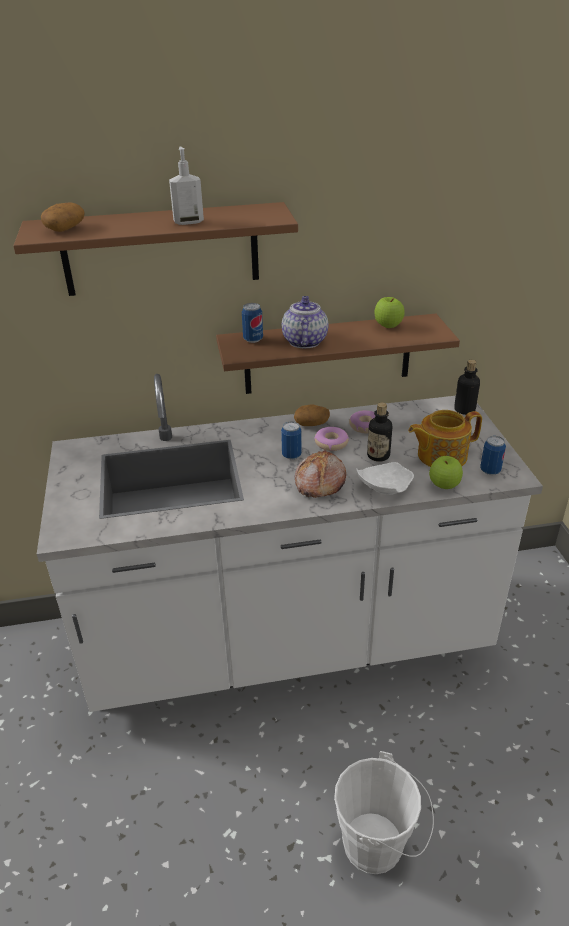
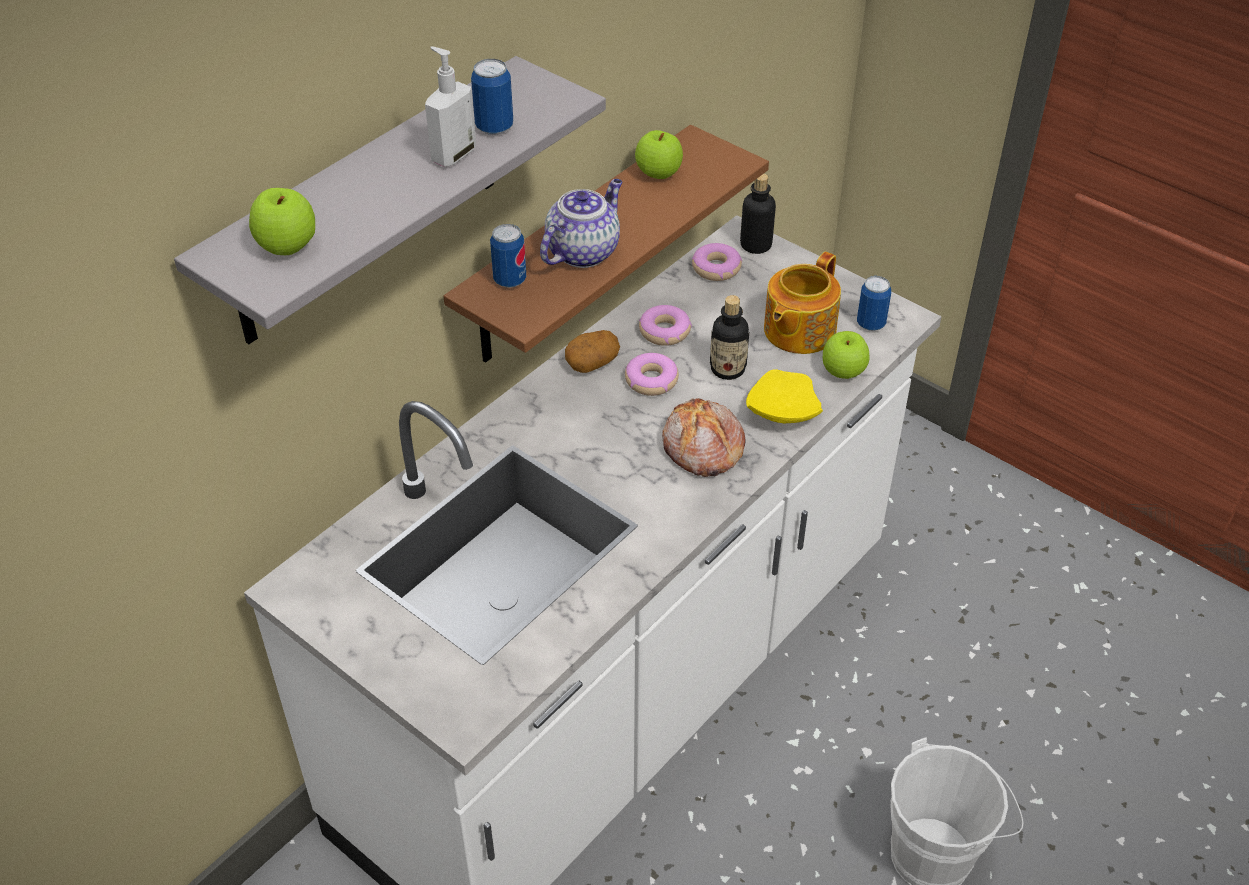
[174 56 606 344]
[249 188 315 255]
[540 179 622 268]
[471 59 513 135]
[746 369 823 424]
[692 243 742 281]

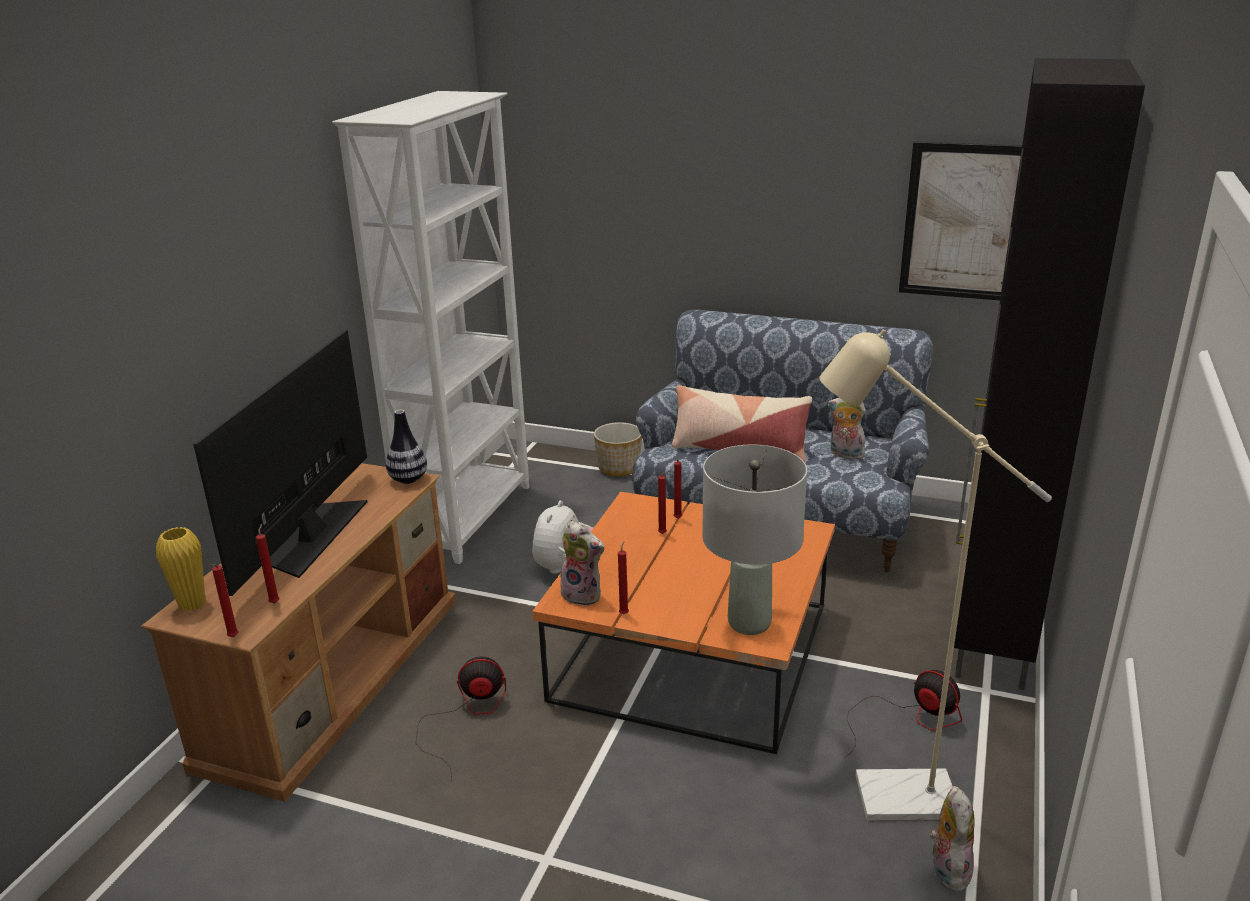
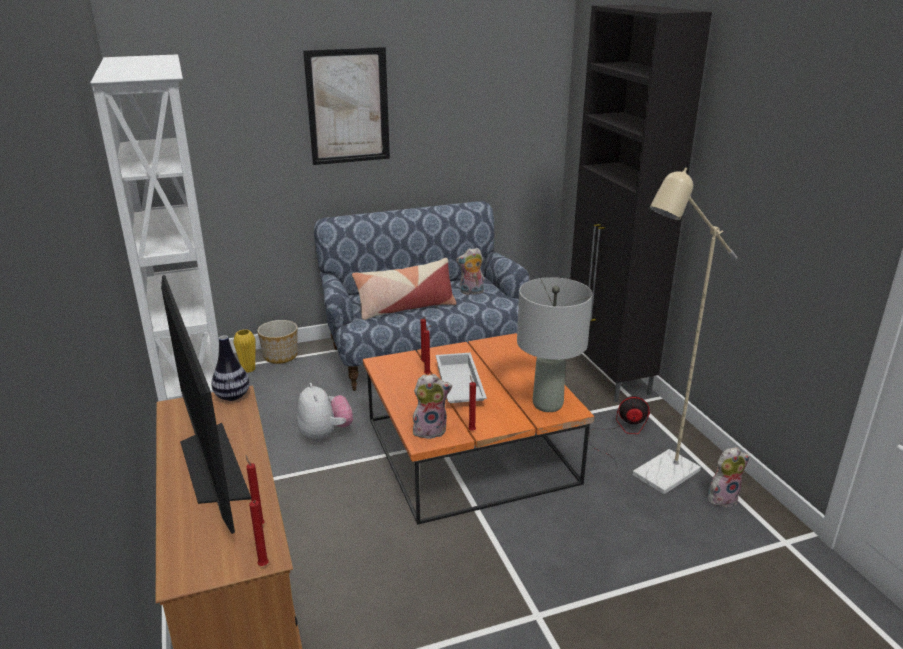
[303 47 390 165]
[233 329 256 373]
[416 657 506 779] (first image)
[708 447 750 507]
[436 352 487 403]

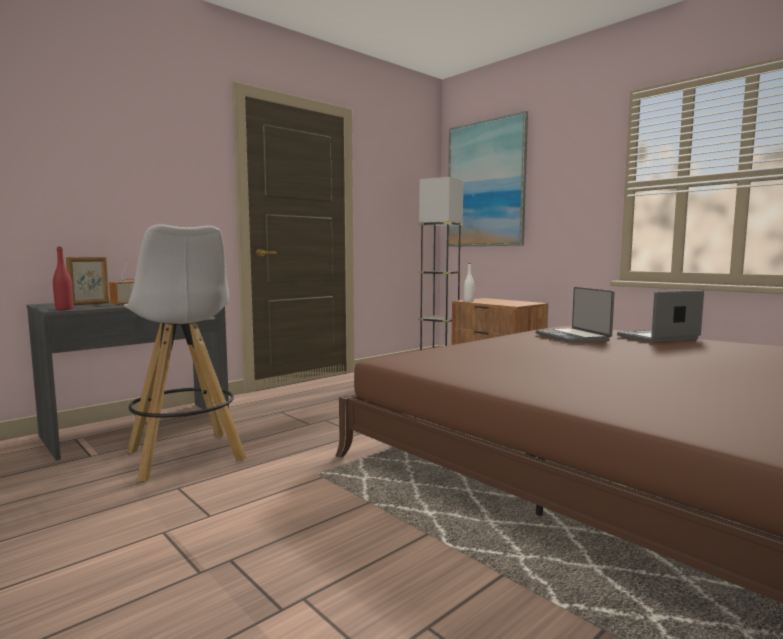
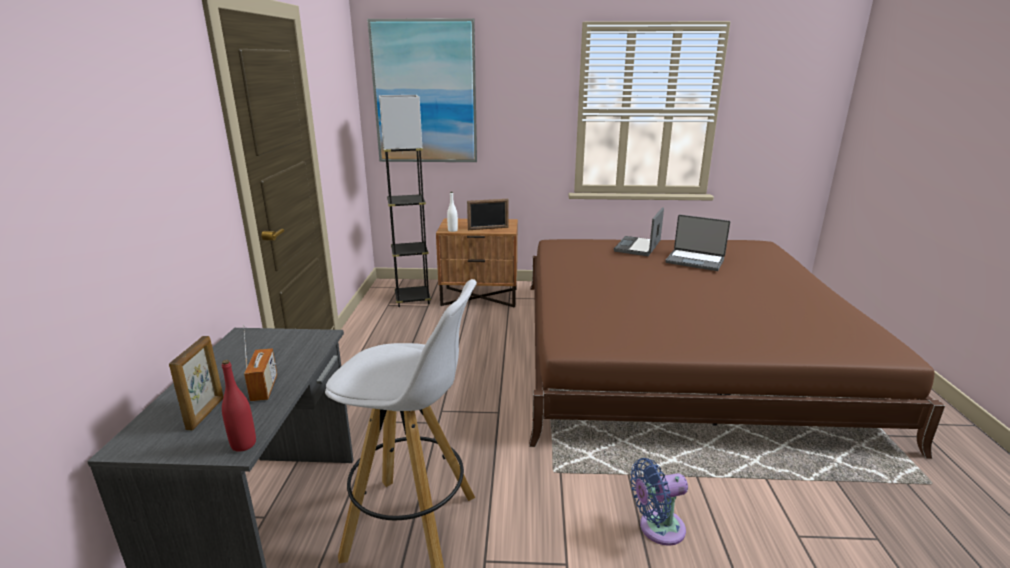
[665 215 730 271]
[467 199 509 230]
[630 458 688 546]

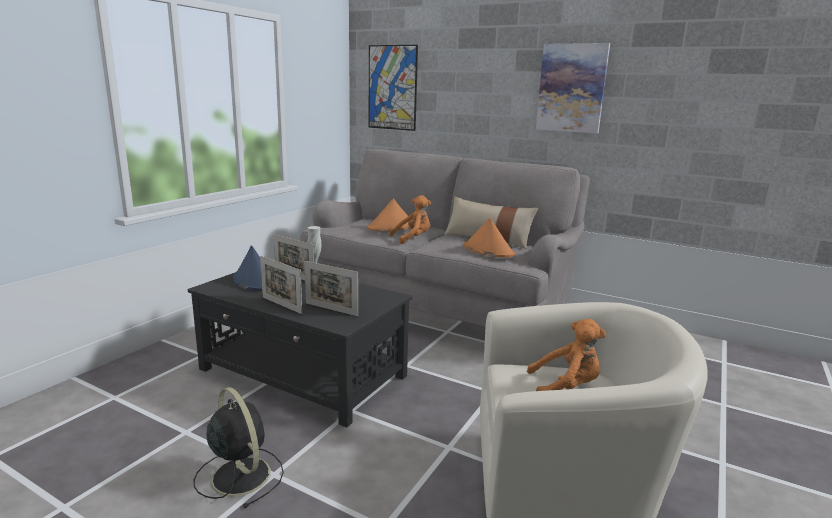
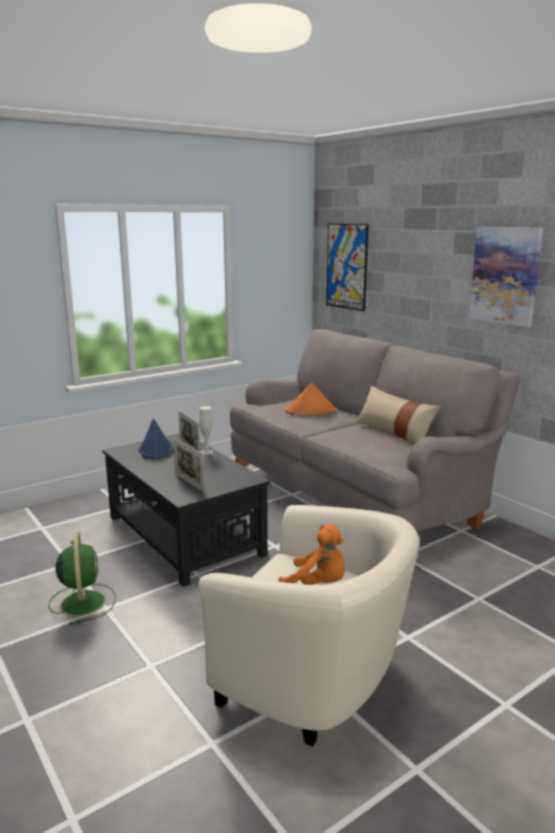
[389 195 431 244] (first image)
[463 218 515 258] (first image)
[260 256 302 314] (first image)
[49 532 116 625]

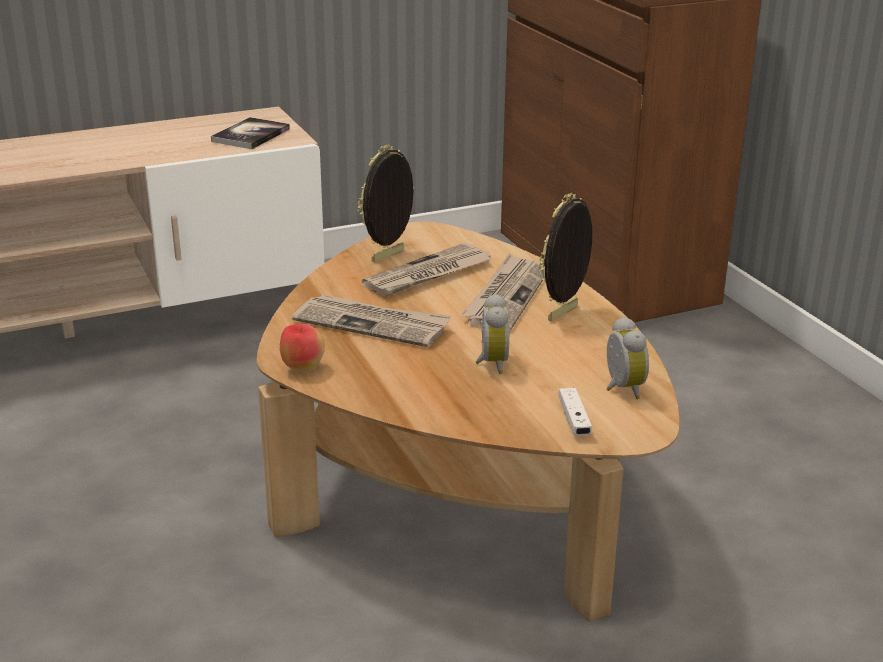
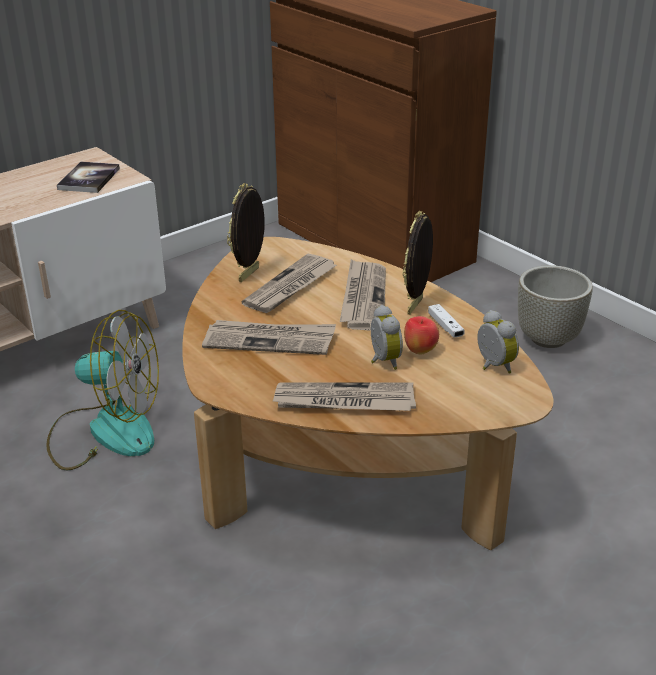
[404 316 439 355]
[428 304 465 338]
[518 265 593 348]
[46 310 159 470]
[273 382 416 411]

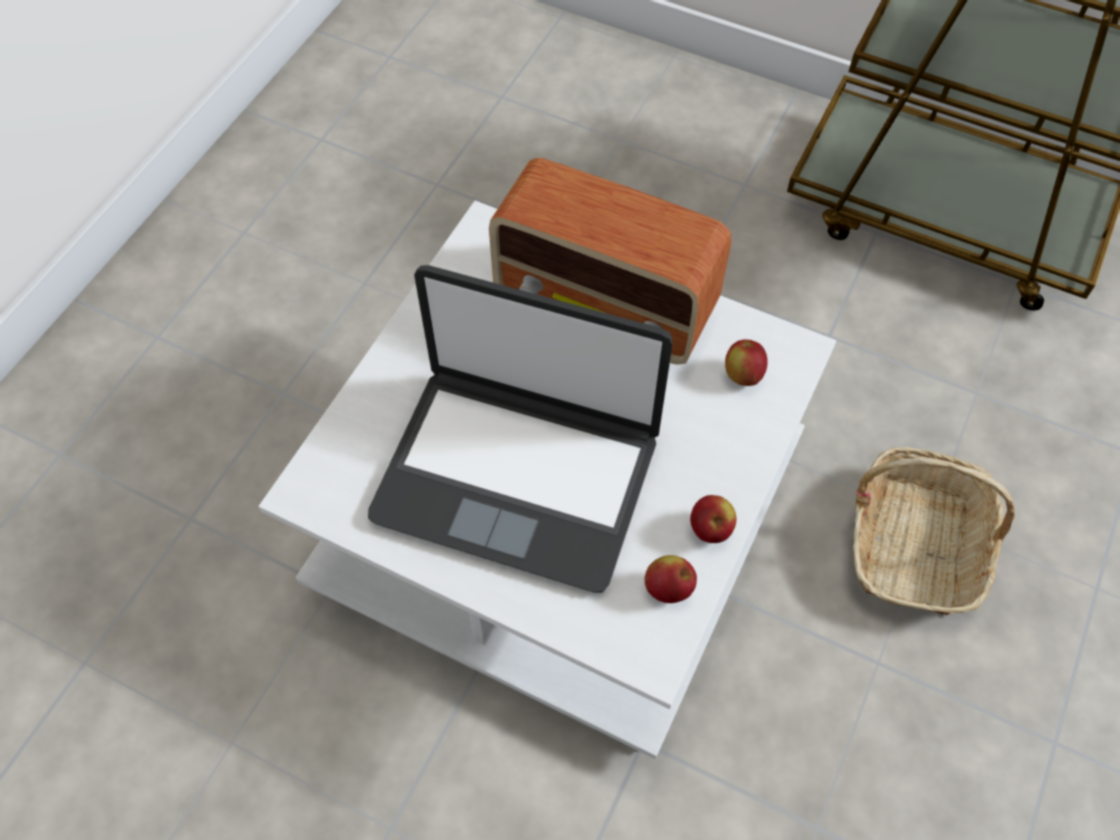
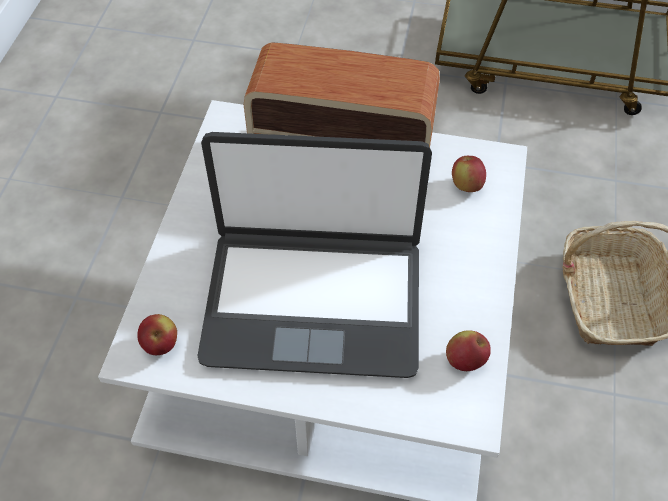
[137 314 177 355]

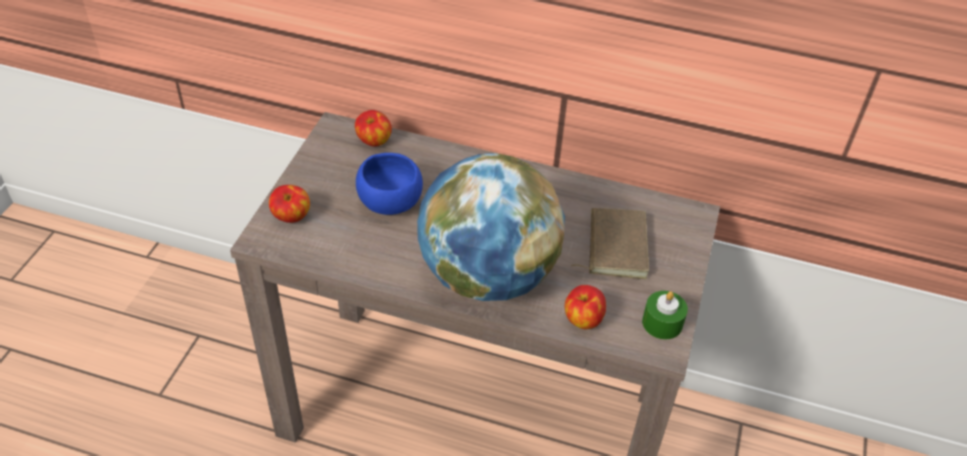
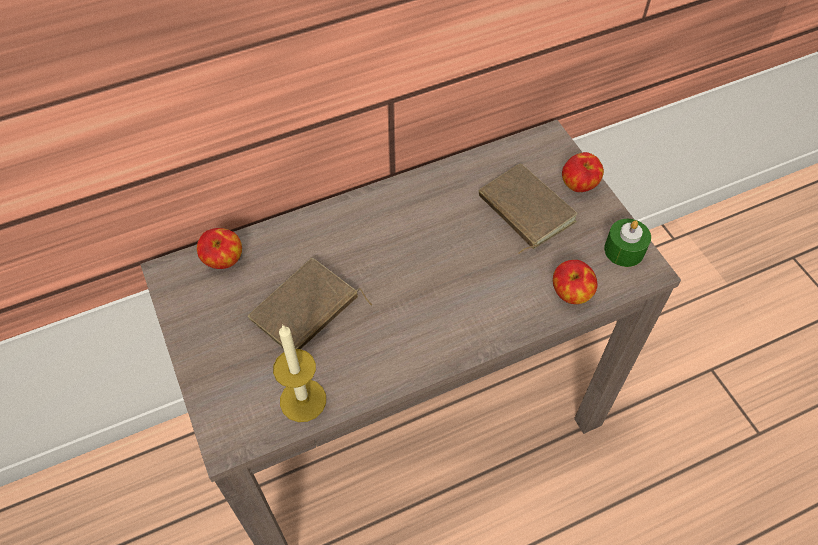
[248 258 372 349]
[417 153 565 301] (first image)
[562 152 604 192]
[273 324 326 422]

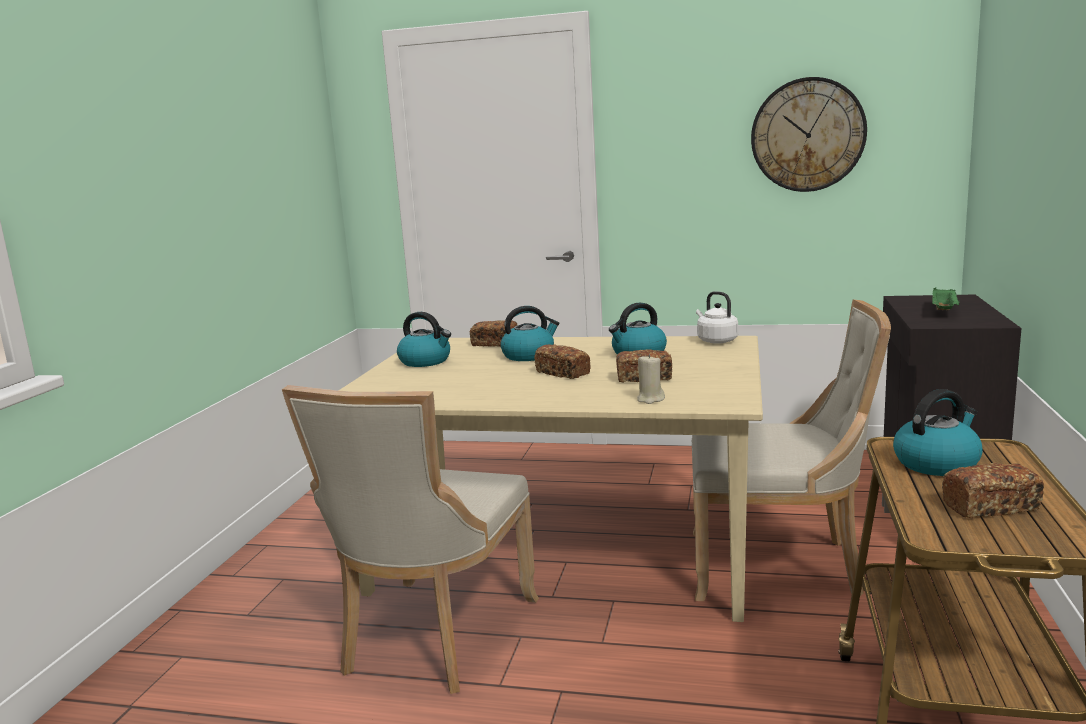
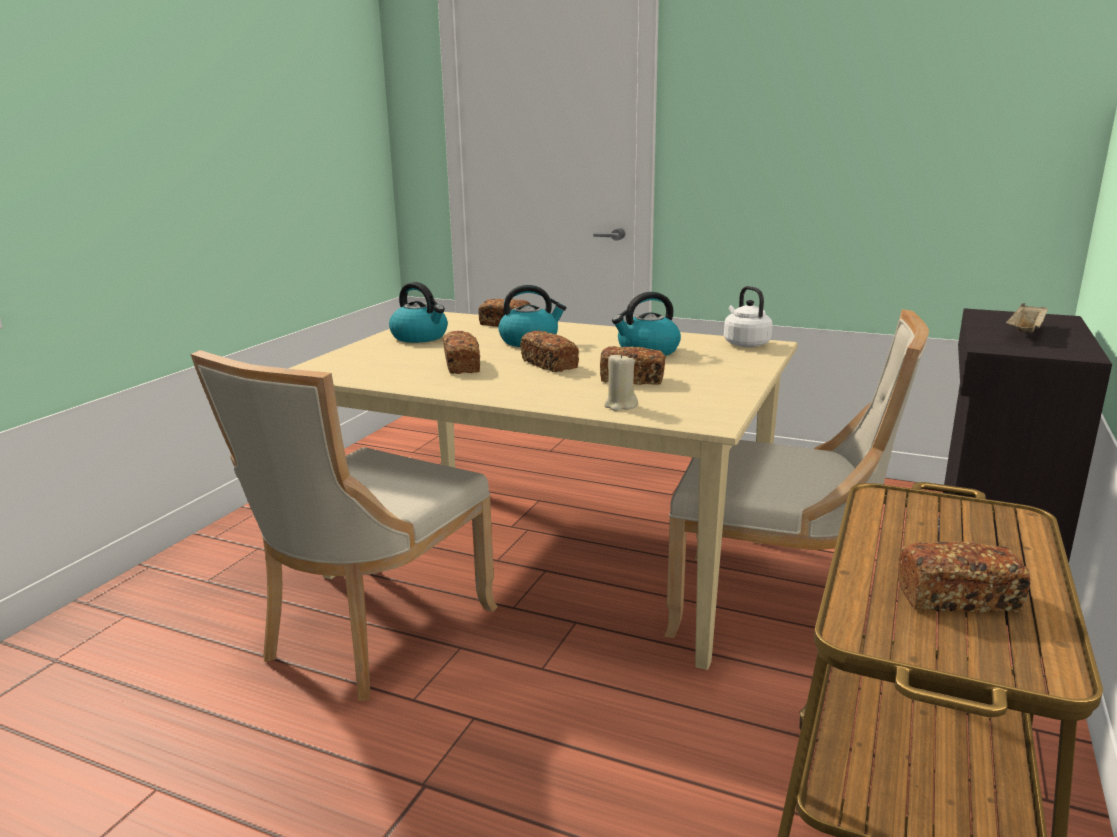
[751 77 867 192] (first image)
[1006 303 1048 333]
[893 389 983 476] (first image)
[443 331 480 374]

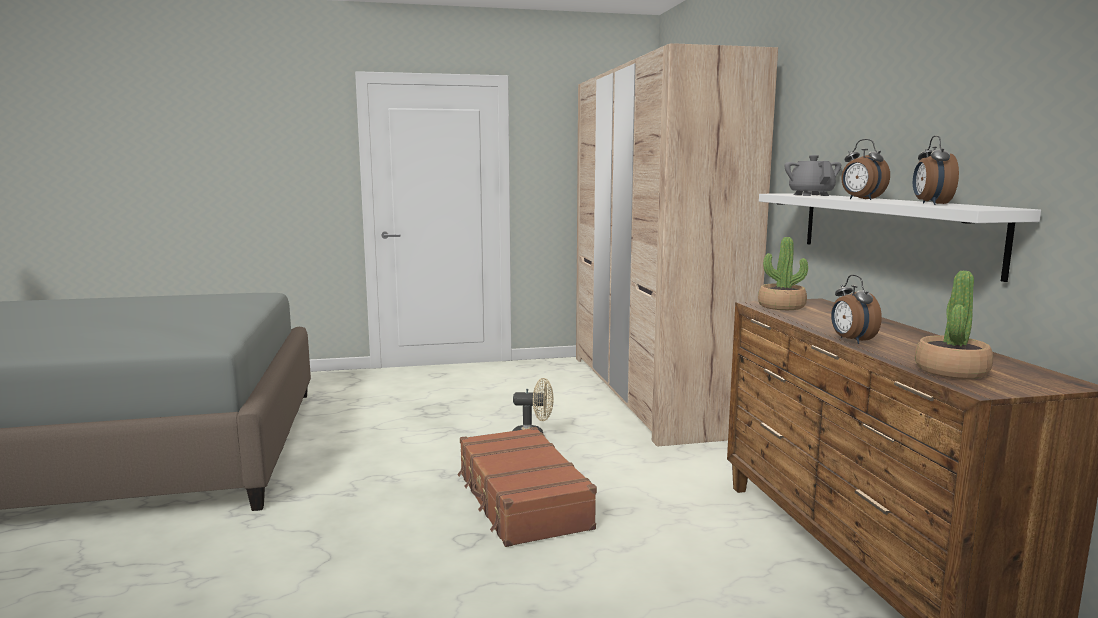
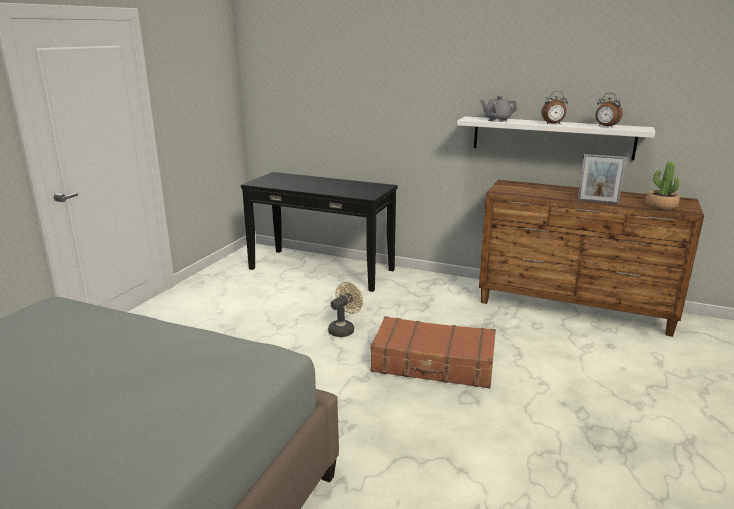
[241 172 397 292]
[758 237 808 310] (first image)
[578 154 626 204]

